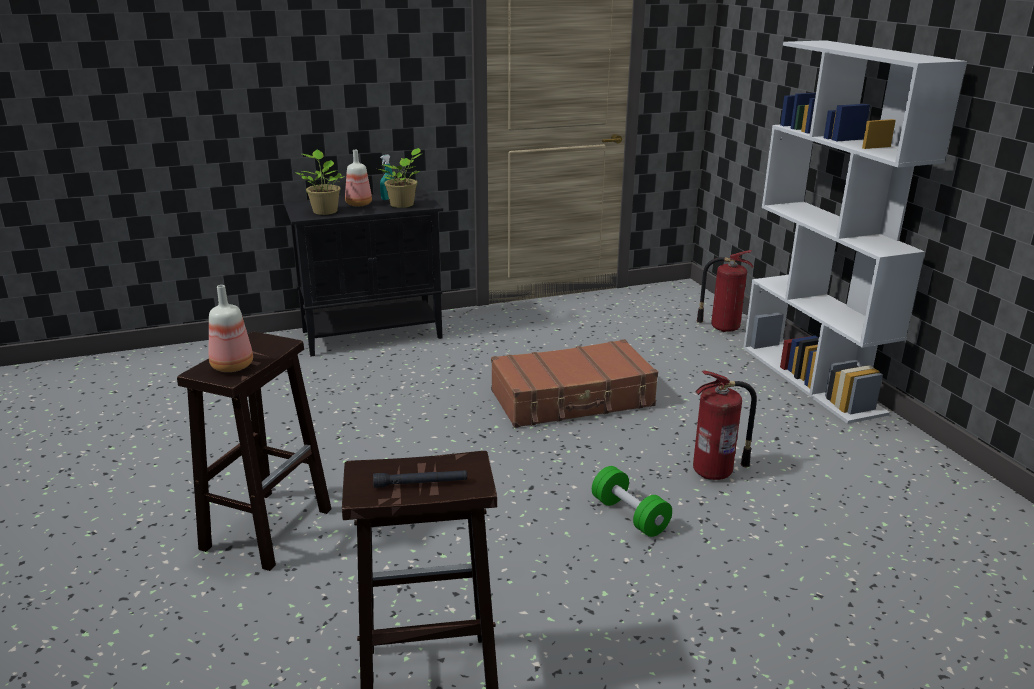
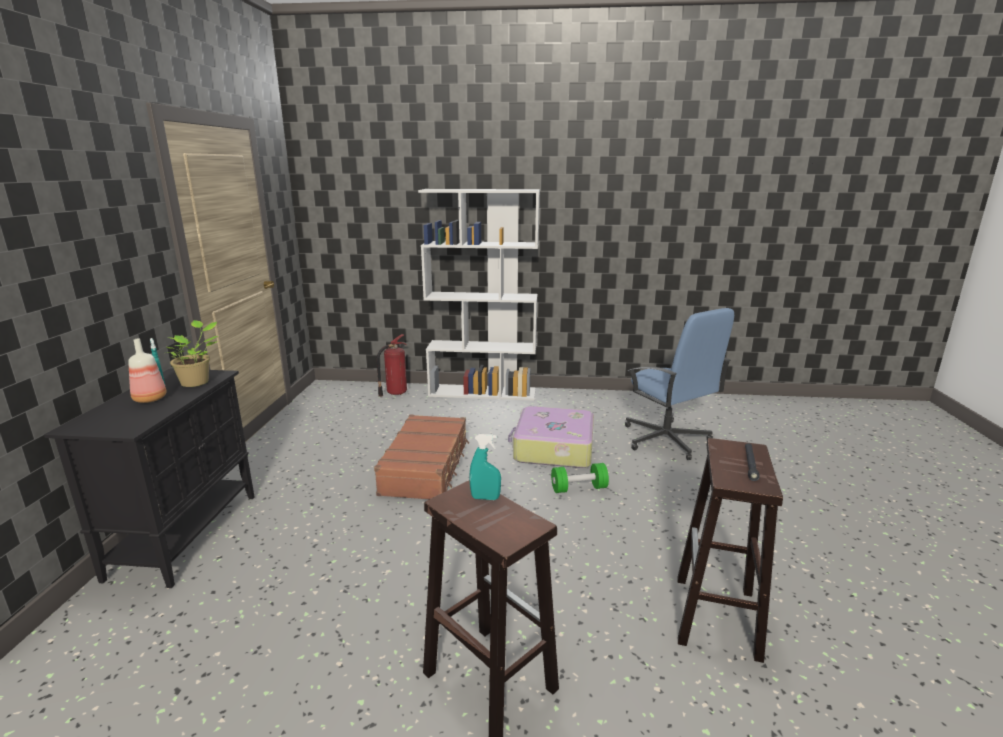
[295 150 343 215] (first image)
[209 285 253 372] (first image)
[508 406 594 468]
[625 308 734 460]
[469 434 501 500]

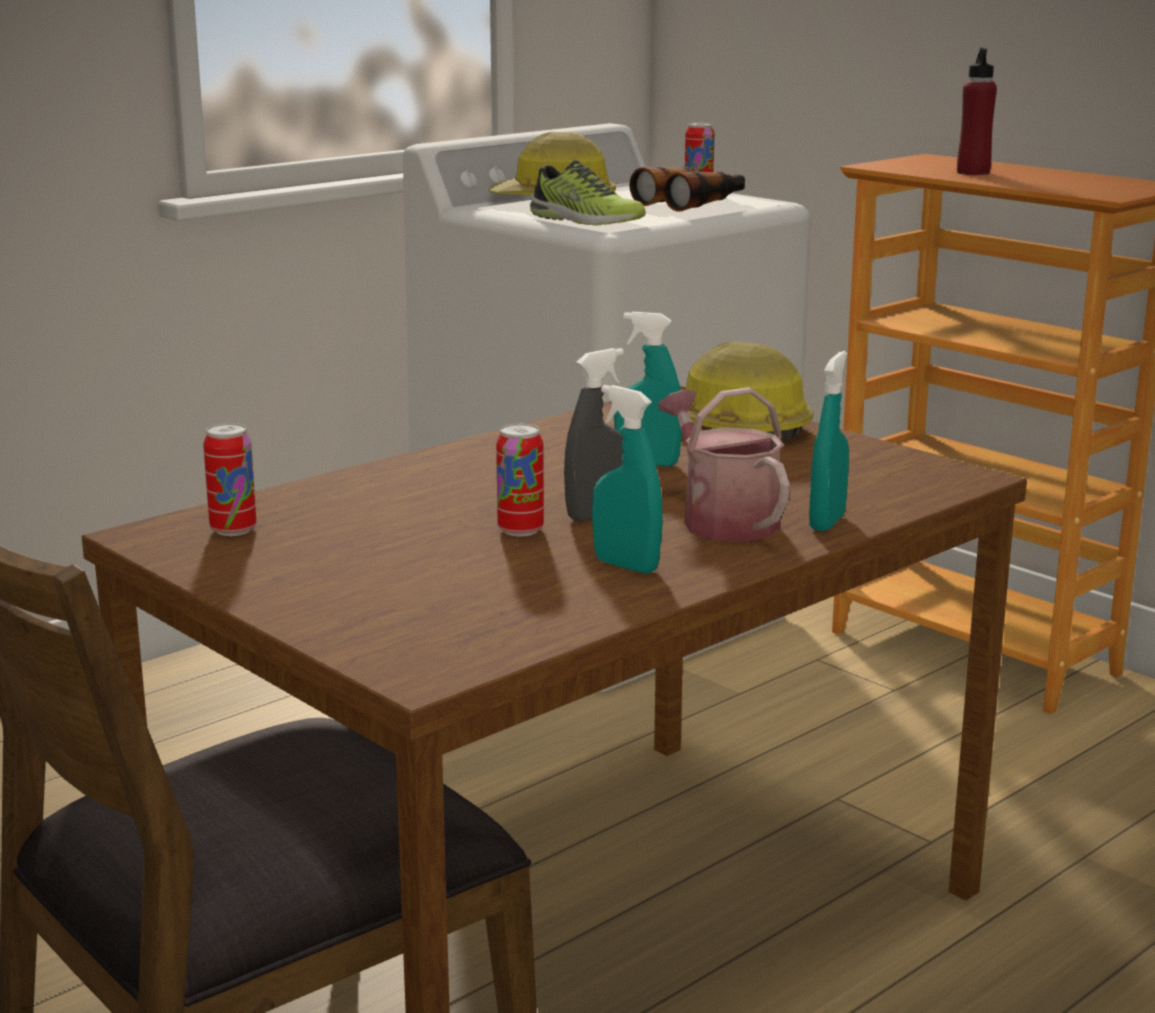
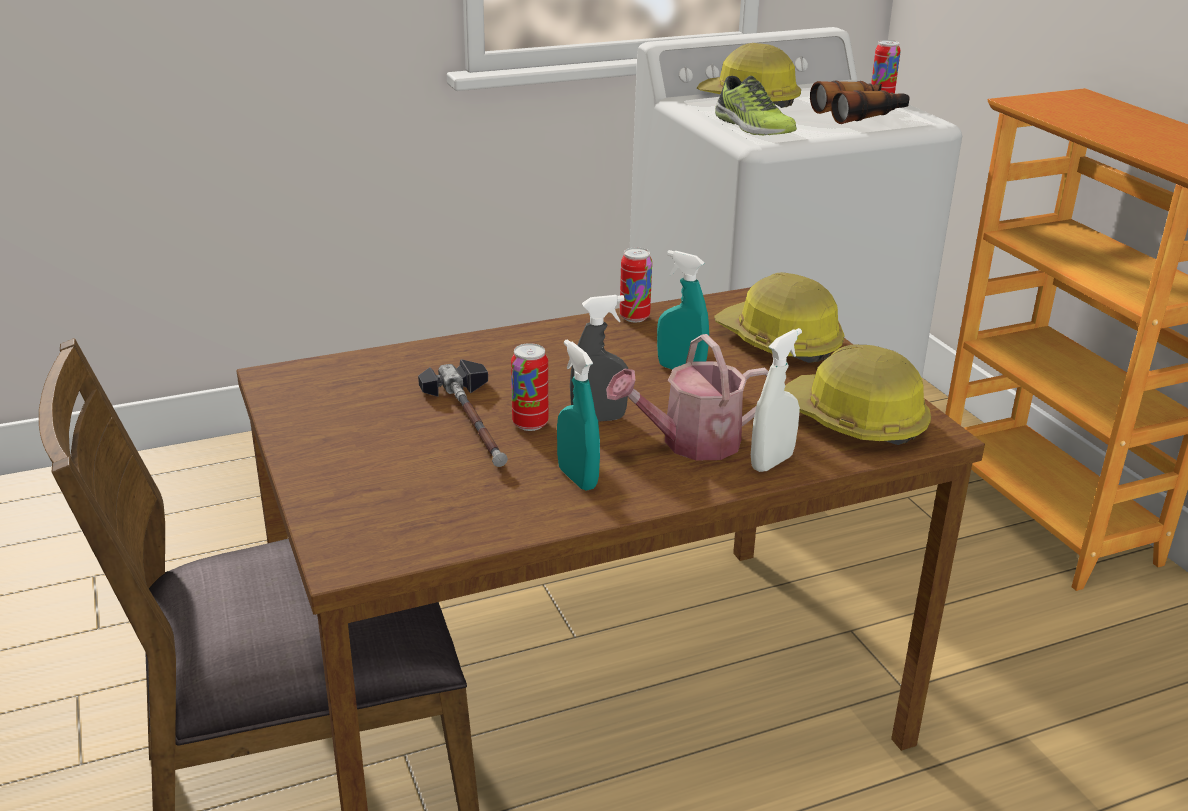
[957 48 997 175] (first image)
[751 328 802 472]
[606 334 768 461]
[620 248 652 322]
[784 344 931 445]
[418 359 508 467]

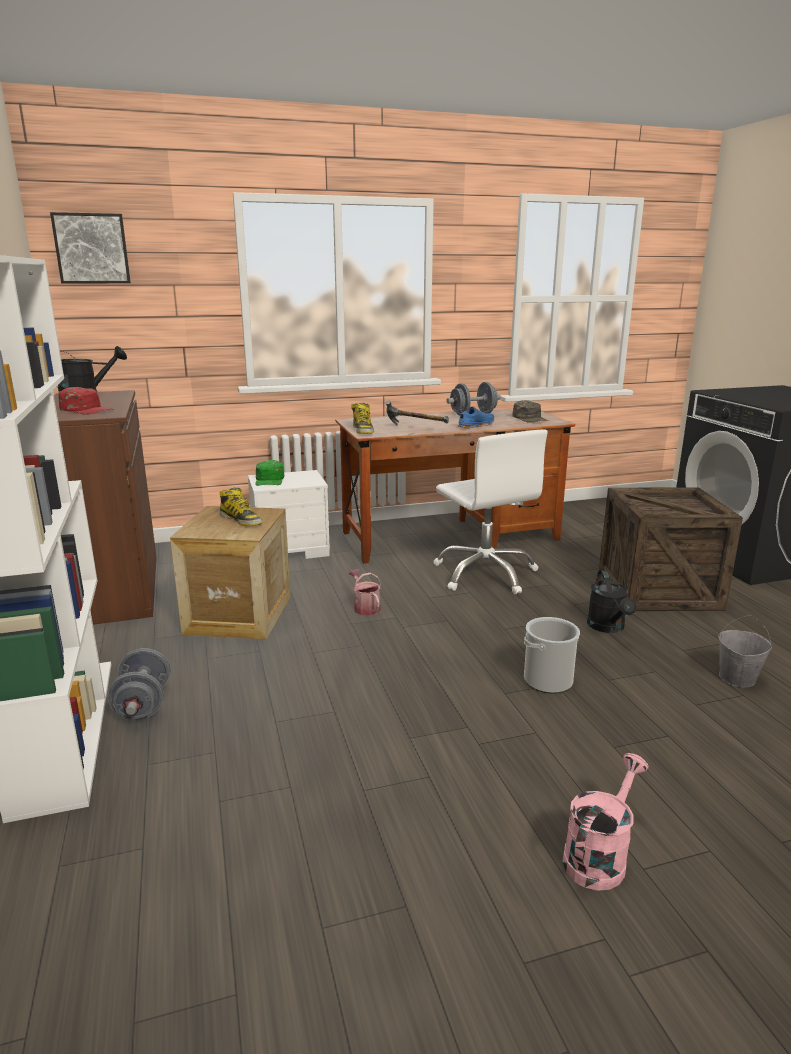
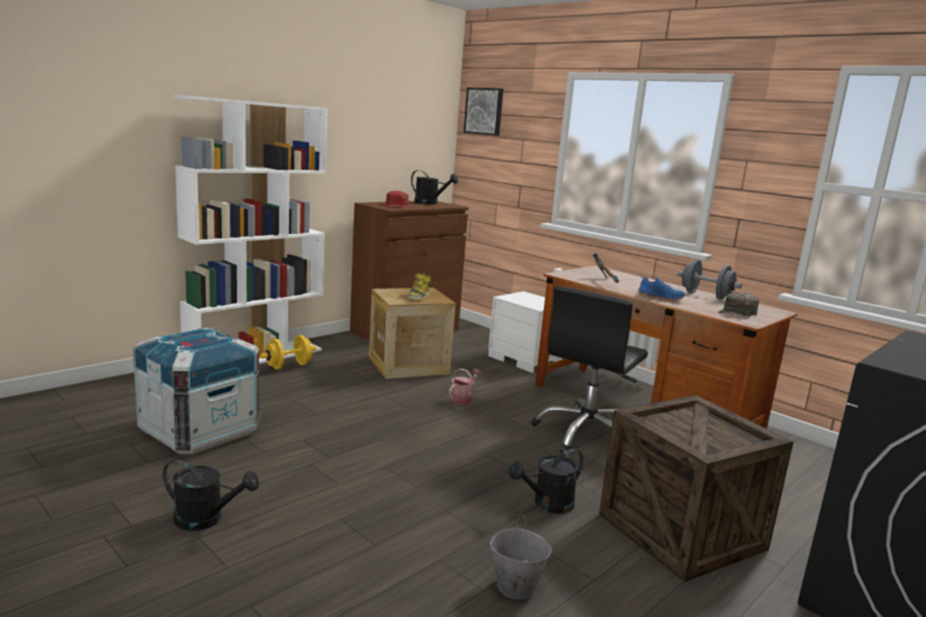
[351 403 374 434] (first image)
[531 286 648 453]
[255 460 284 486] (first image)
[524 617 580 694] (first image)
[261 335 316 370]
[163 460 259 531]
[133 328 259 454]

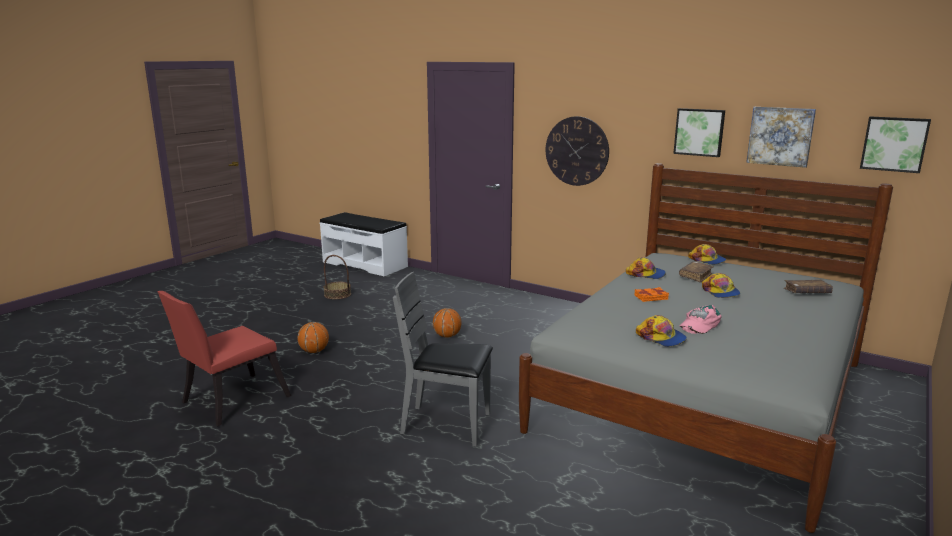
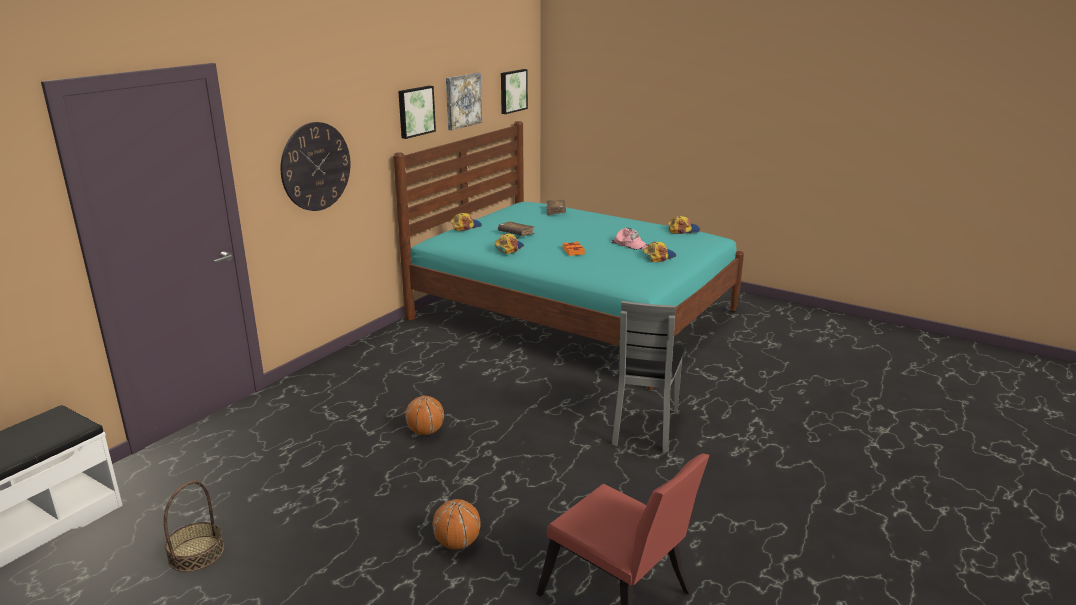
[393 121 744 390]
[668 216 700 234]

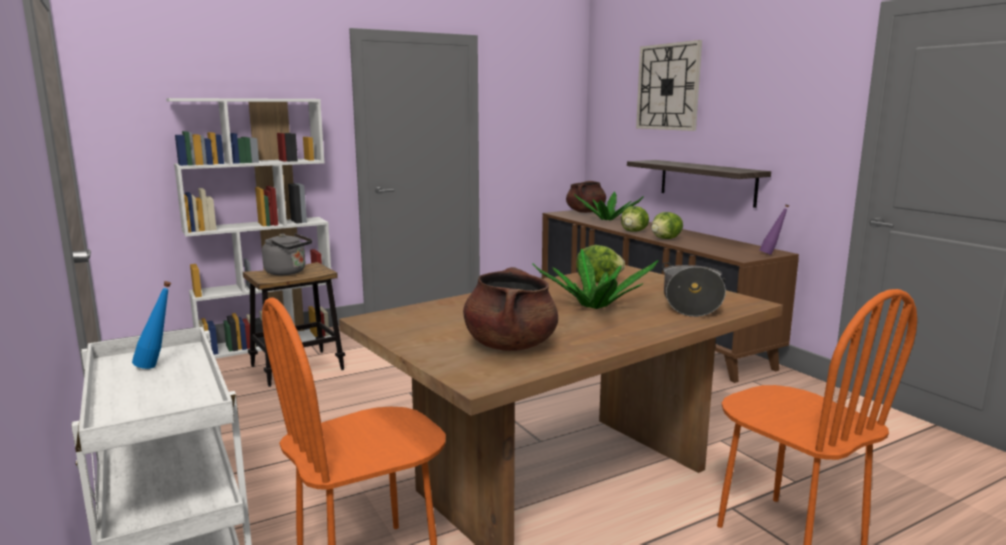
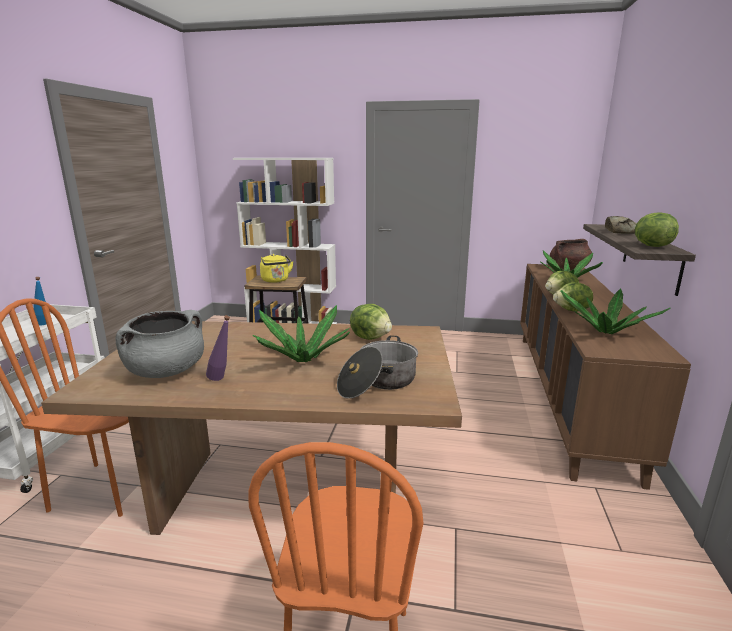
[636 40 702 131] (first image)
[206 315 230 381]
[260 254 293 283]
[116 310 204 378]
[635 212 679 247]
[605 216 637 234]
[561 288 670 334]

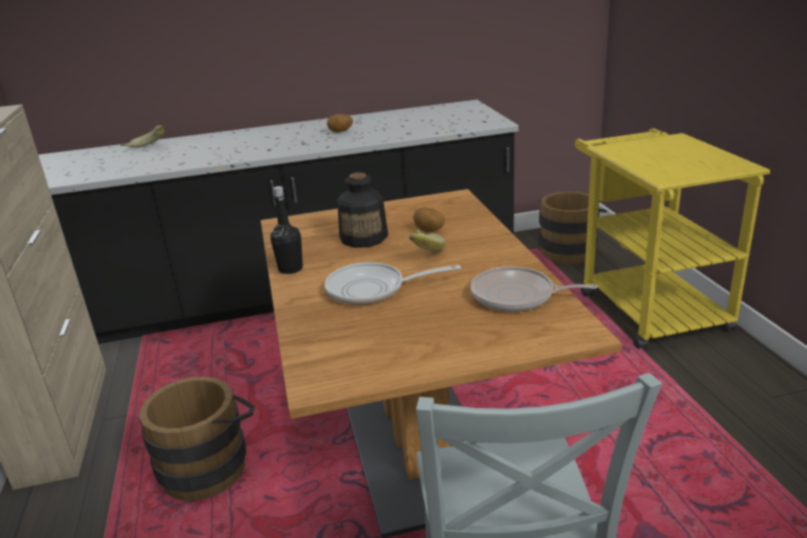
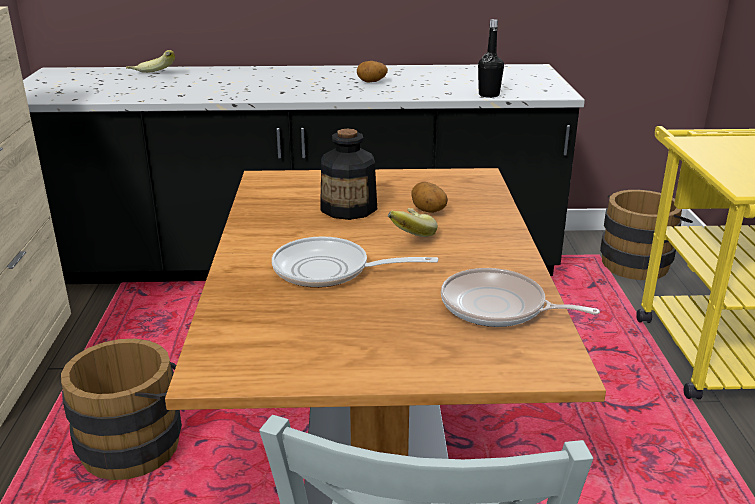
[478 19 504 98]

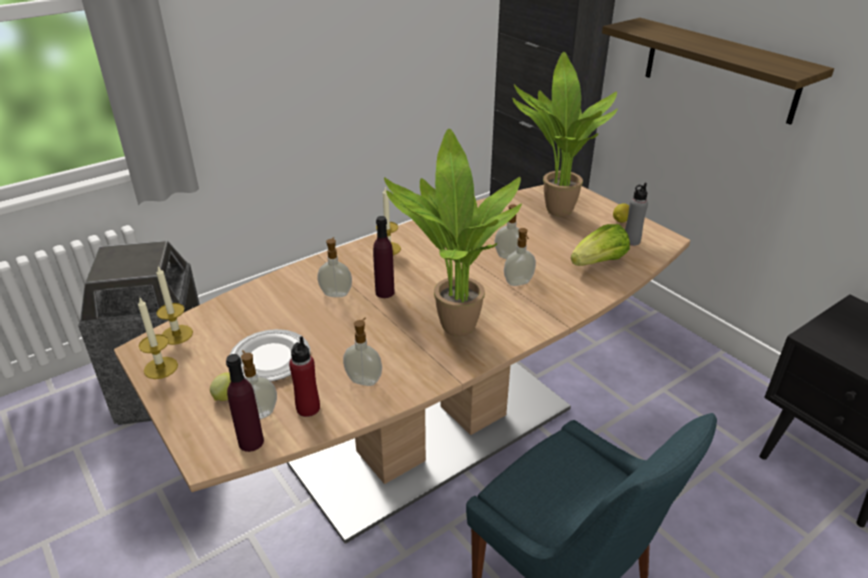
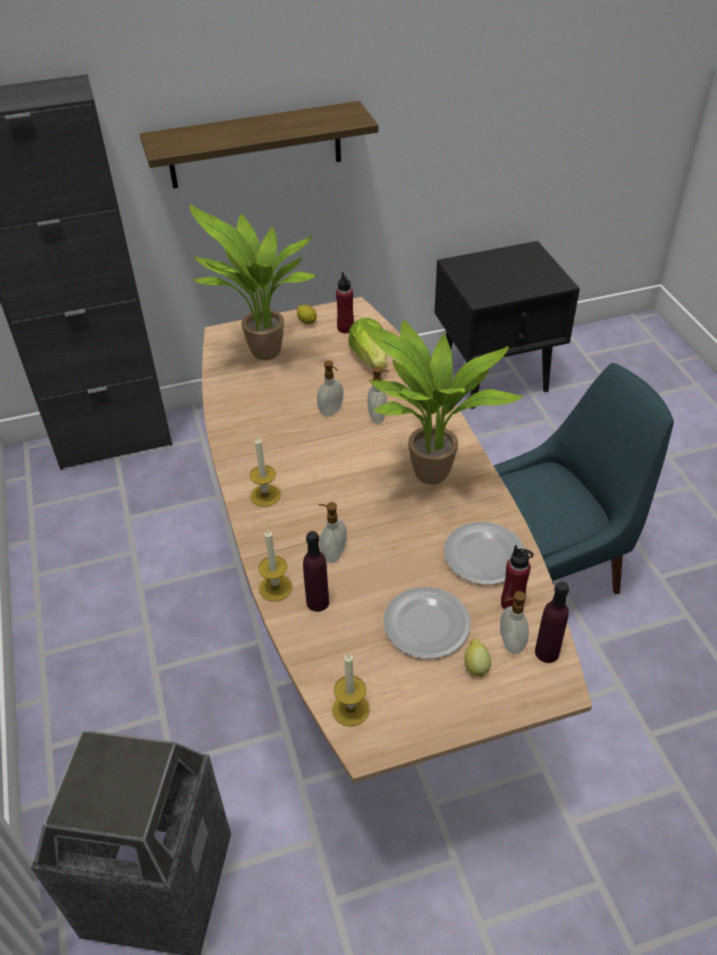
[336 272 354 333]
[303 531 329 612]
[258 528 292 602]
[444 522 525 585]

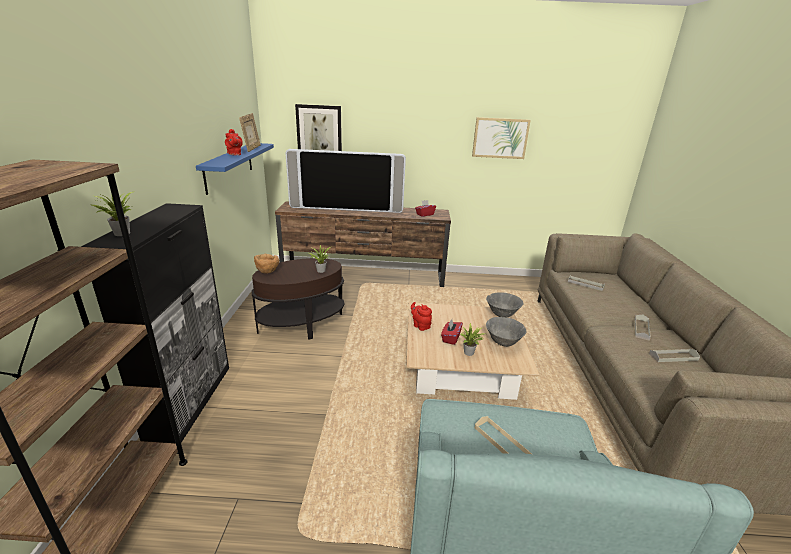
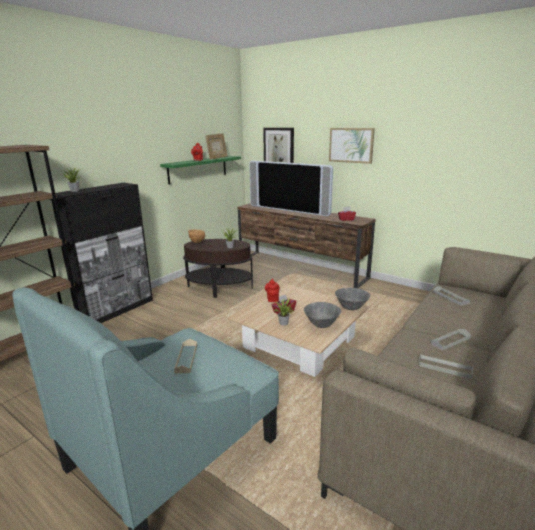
[329 128 375 164]
[160 156 241 185]

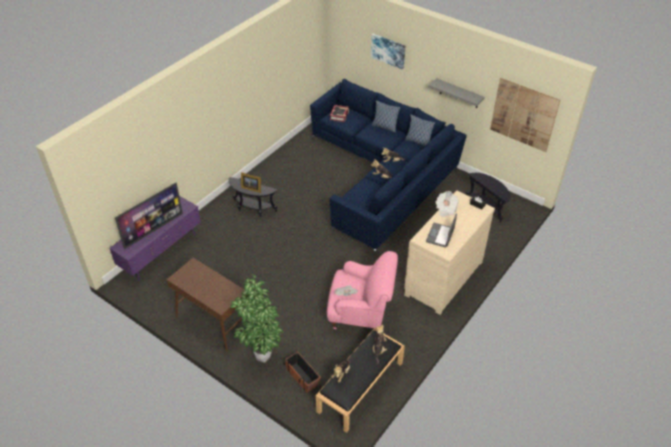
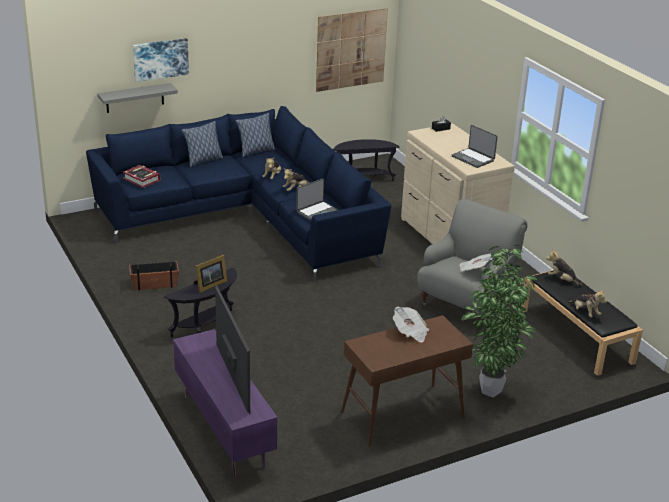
[97 83 178 113]
[393 307 429 343]
[417 199 528 320]
[129 261 179 290]
[296 178 338 221]

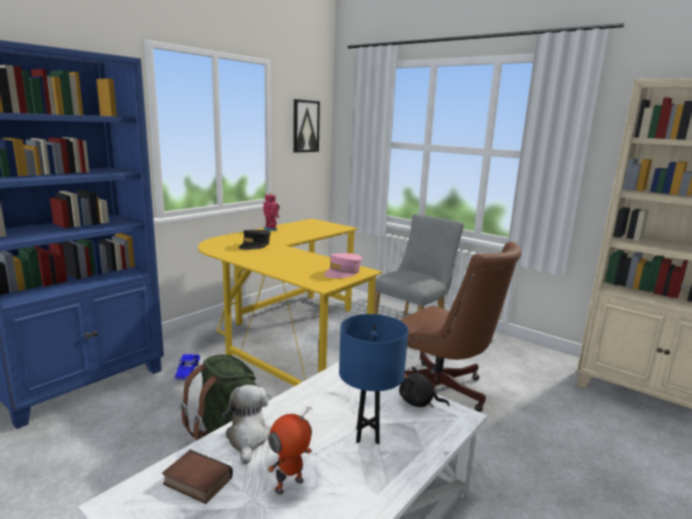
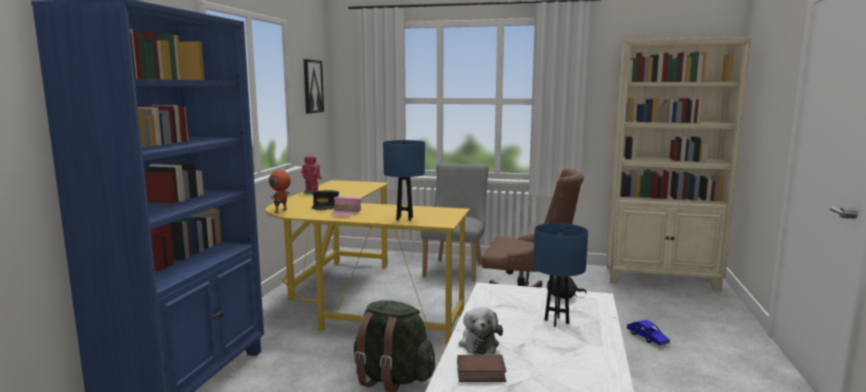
[332 196 362 217]
[627 320 670 346]
[459 307 503 355]
[269 167 291 213]
[383 140 425 221]

